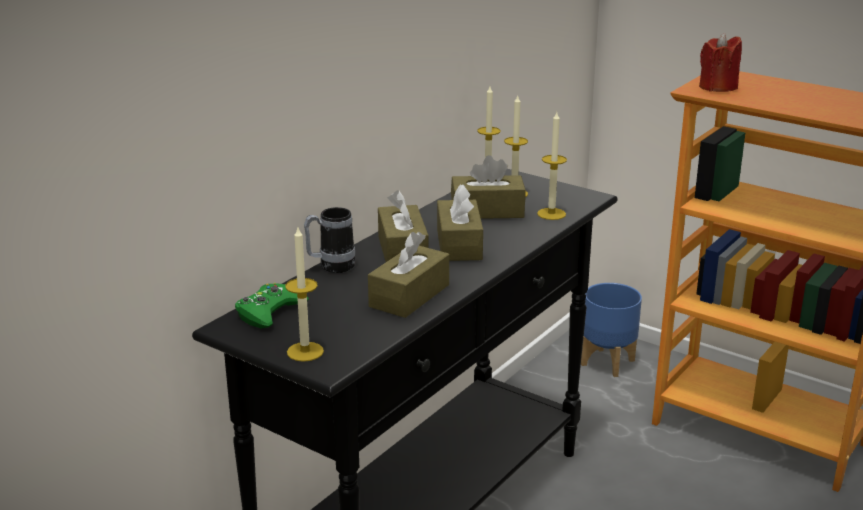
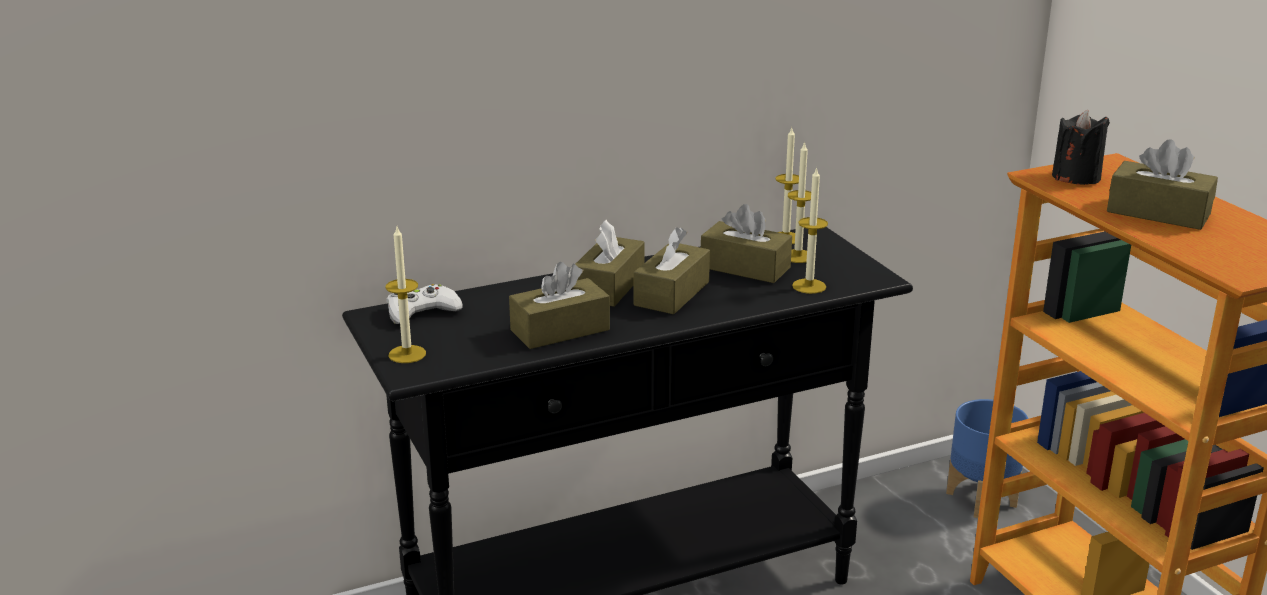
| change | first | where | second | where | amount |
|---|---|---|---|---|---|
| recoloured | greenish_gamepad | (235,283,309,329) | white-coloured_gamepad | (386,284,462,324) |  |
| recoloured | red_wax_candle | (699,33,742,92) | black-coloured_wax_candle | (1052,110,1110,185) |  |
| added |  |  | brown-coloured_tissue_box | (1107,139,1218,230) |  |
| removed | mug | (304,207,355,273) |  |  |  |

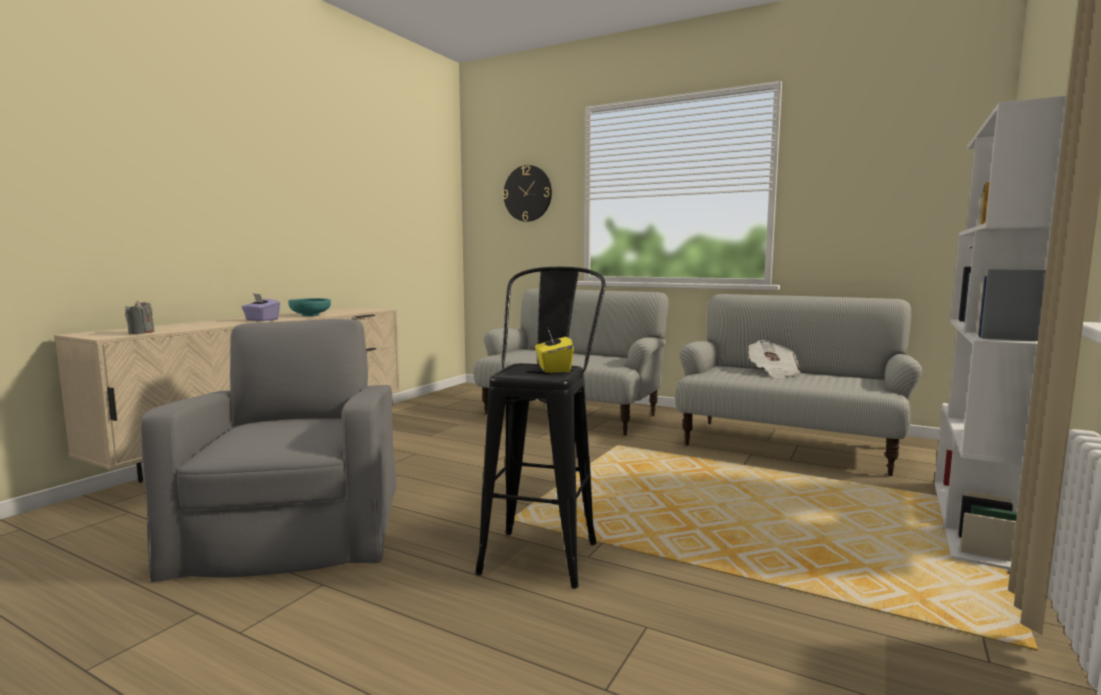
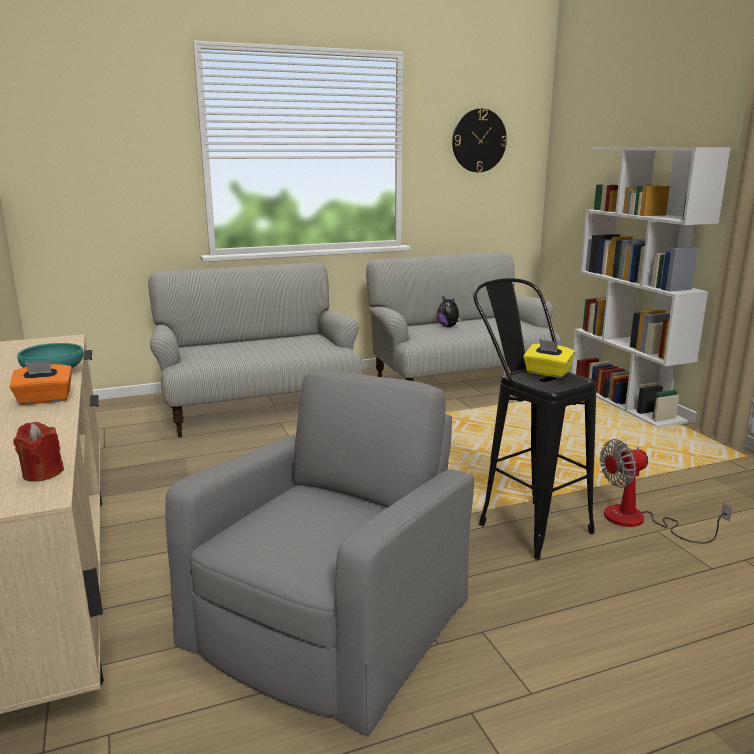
| change | first | where | second | where | amount |
|---|---|---|---|---|---|
| recoloured | purple_tissue_box | (242,293,280,321) | orange_tissue_box | (10,361,72,405) |  |
| recoloured | greyish_wax_candle | (125,300,155,334) | red_wax_candle | (13,422,64,481) |  |
| turned | greyish_lounge_chair | (141,319,397,582) |  | (165,369,474,736) | 90 degrees clockwise |
| replaced | printed_paper | (748,340,801,378) | cuddly_toy | (437,295,463,327) |  |
| moved | hanging_clock | (503,165,552,222) |  | (452,109,507,172) |  |
| added |  |  | electric_fan | (600,439,732,543) |  |

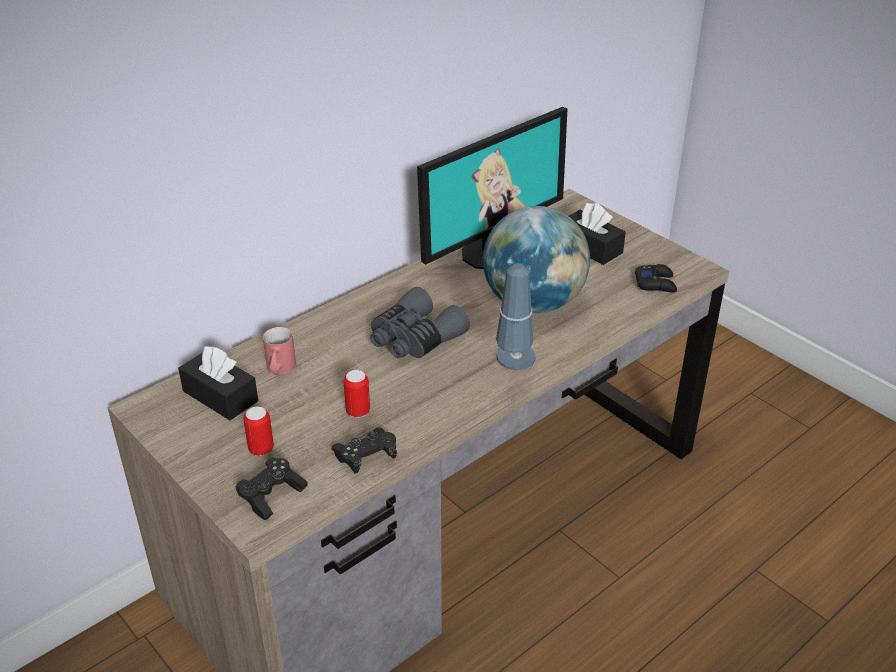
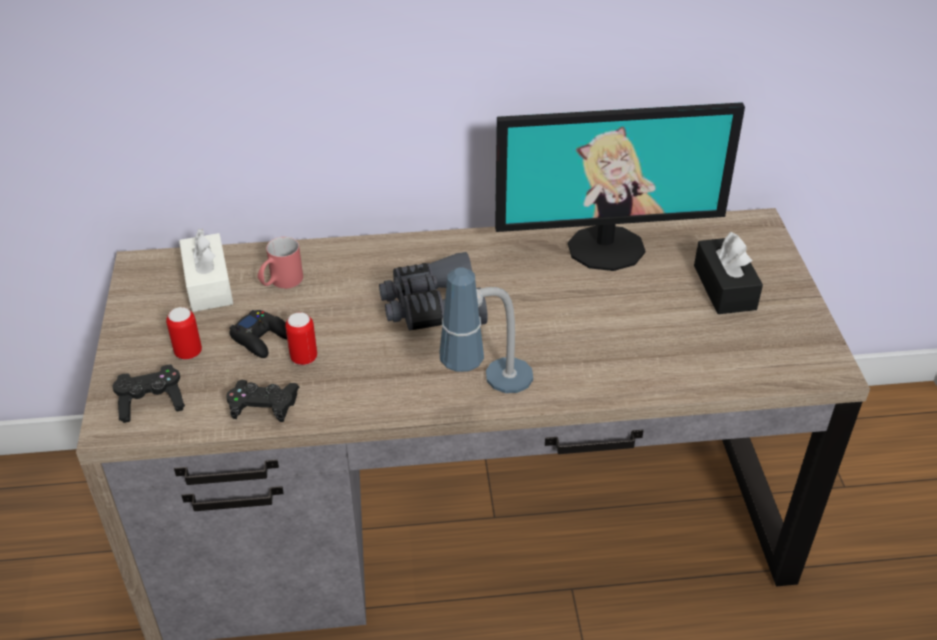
| change | first | where | second | where | amount |
|---|---|---|---|---|---|
| recoloured | black-coloured_tissue_box | (178,346,258,420) | white-coloured_tissue_box | (179,228,233,312) |  |
| moved | black-coloured_gamepad | (635,264,677,292) |  | (229,310,287,358) |  |
| removed | globe | (483,206,590,313) |  |  |  |

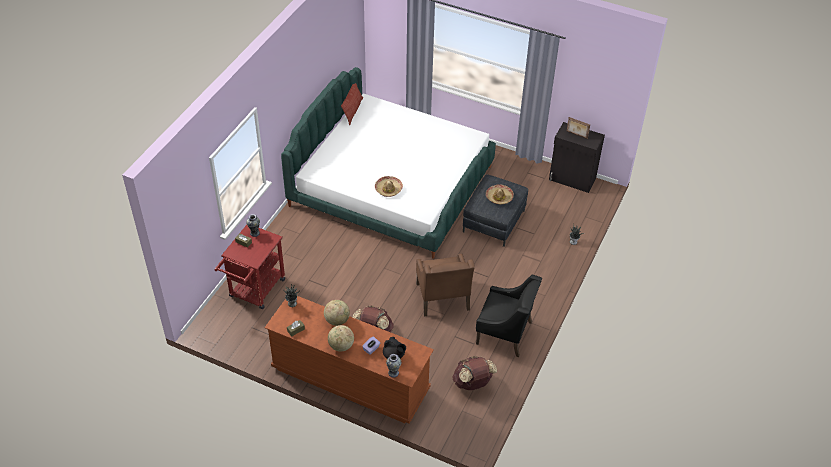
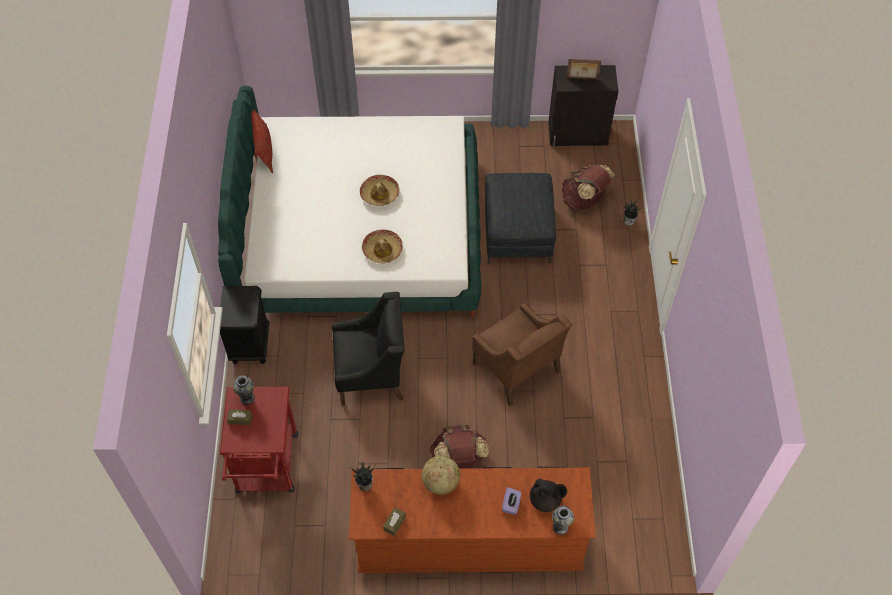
| change | first | where | second | where | amount |
|---|---|---|---|---|---|
| added |  |  | black-coloured_night_table | (220,286,269,364) |  |
| moved | black-coloured_lounge_chair | (476,275,542,357) |  | (332,292,405,406) |  |
| moved | hat | (486,185,514,204) |  | (360,175,399,206) |  |
| moved | brown-coloured_backpack | (453,356,497,390) |  | (562,165,616,210) |  |
| removed | globe | (328,325,354,352) |  |  |  |

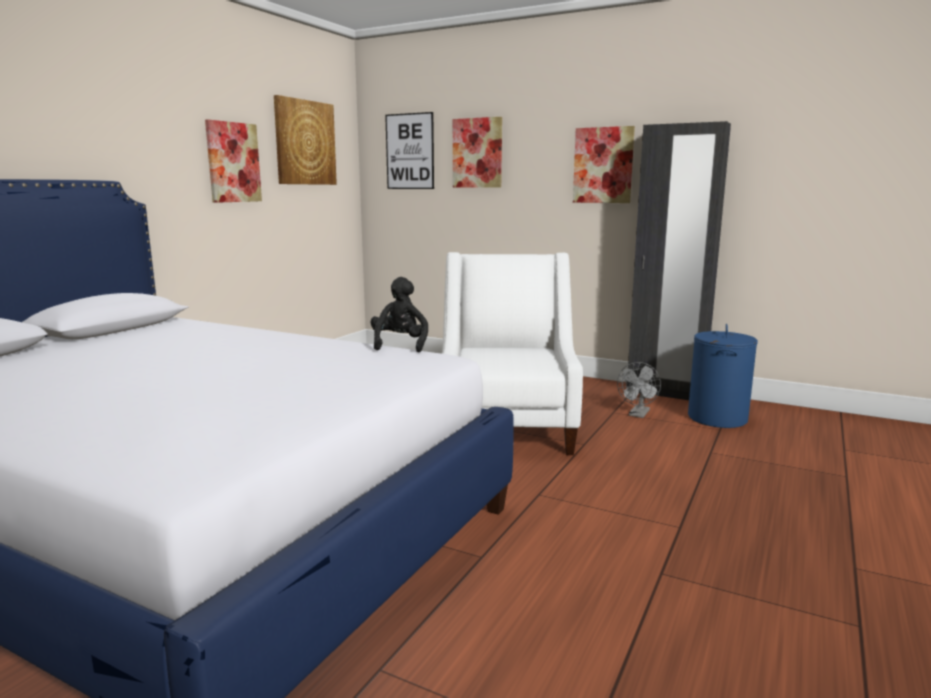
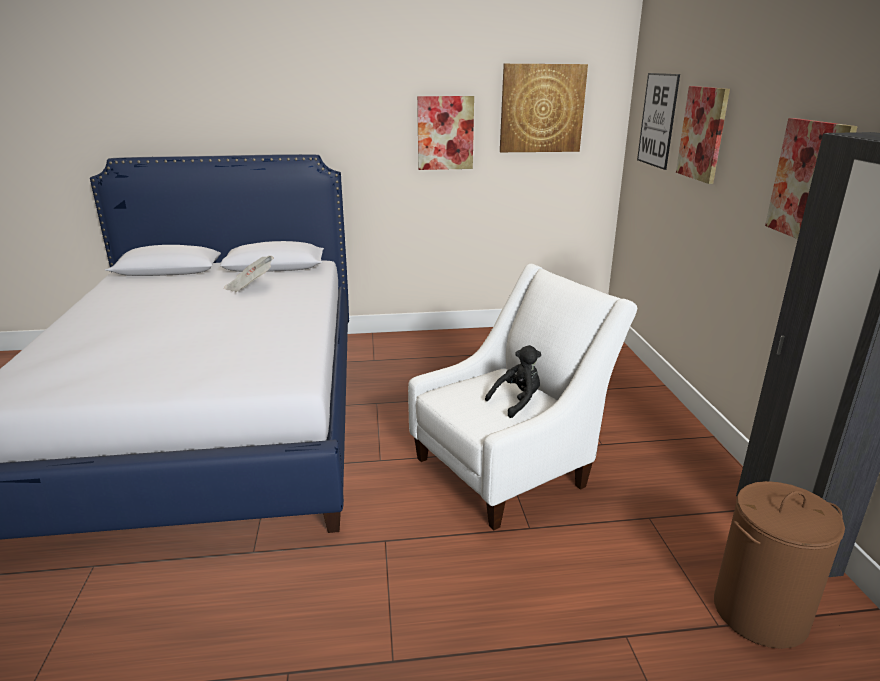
| change | first | where | second | where | amount |
|---|---|---|---|---|---|
| added |  |  | printed_paper | (224,256,274,292) |  |
| moved | black-coloured_cuddly_toy | (370,277,428,352) |  | (485,345,541,418) |  |
| recoloured | blue-coloured_hamper | (688,324,758,428) | brown-coloured_hamper | (714,481,845,649) |  |
| removed | greyish_electric_fan | (617,362,661,418) |  |  |  |

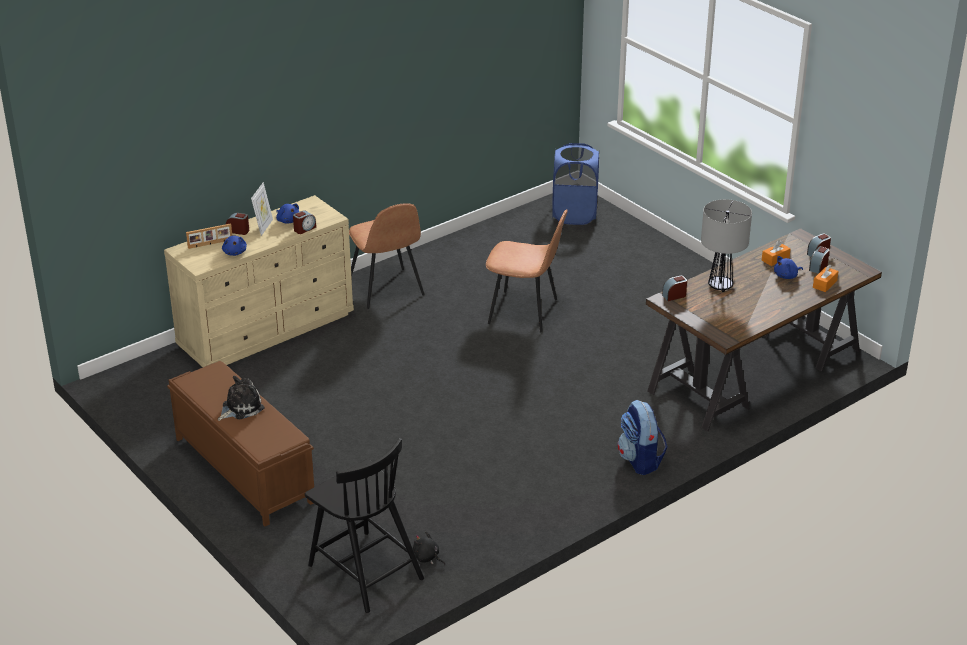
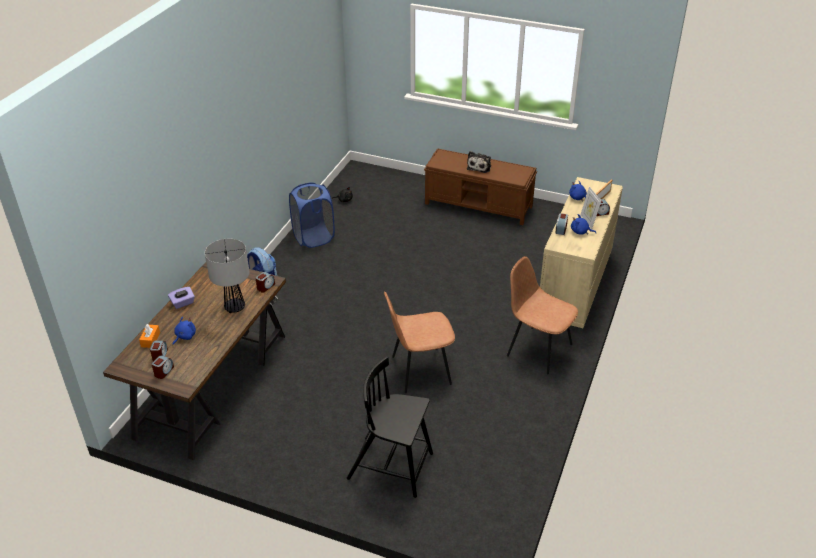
| change | first | where | second | where | amount |
|---|---|---|---|---|---|
| added |  |  | purple_tissue_box | (168,287,195,309) |  |
| moved | blue-coloured_hamper | (552,143,599,225) |  | (289,182,335,248) |  |
| moved | black-coloured_chair | (305,438,424,613) |  | (347,356,433,498) |  |
| removed | orange_tissue_box | (762,240,791,266) |  |  |  |

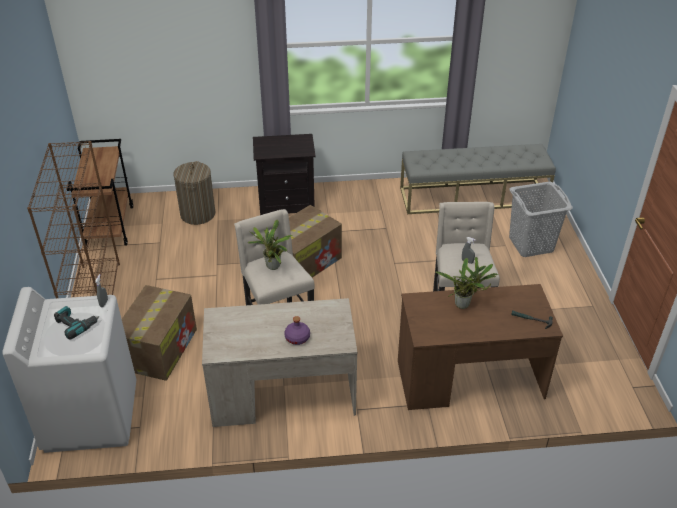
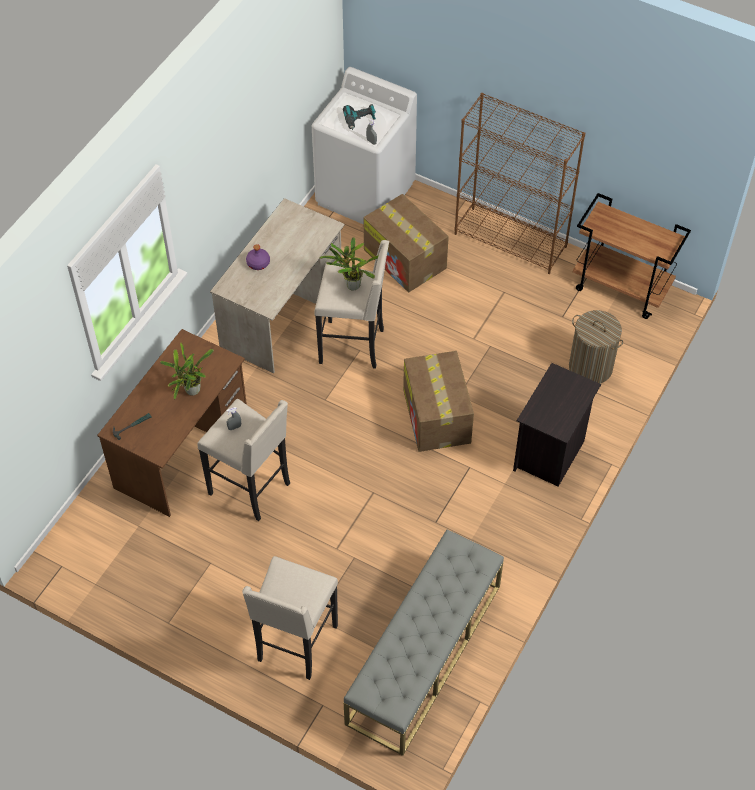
| change | first | where | second | where | amount |
|---|---|---|---|---|---|
| replaced | greyish_hamper | (509,182,573,257) | sand-coloured_stool_seat | (242,556,338,680) |  |

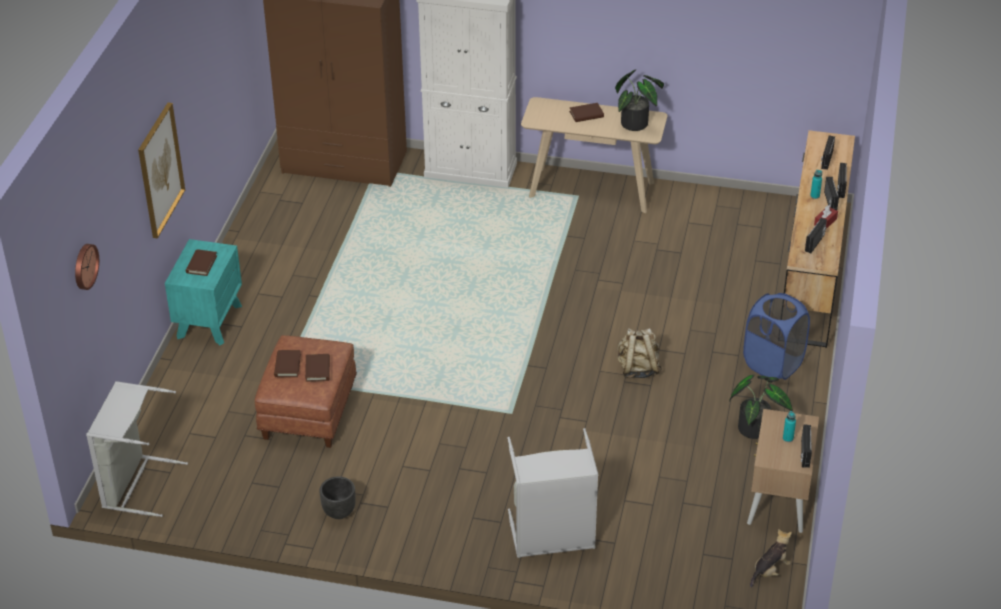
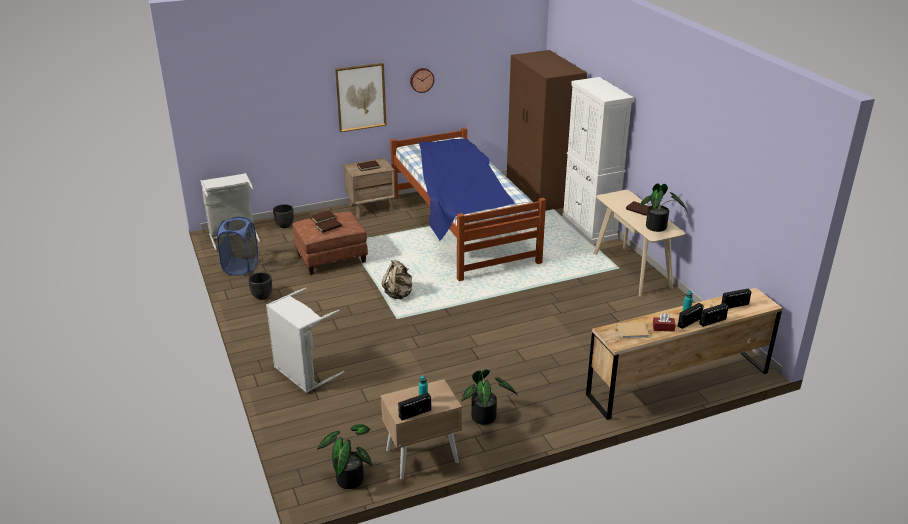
| change | first | where | second | where | amount |
|---|---|---|---|---|---|
| moved | blue-coloured_hamper | (743,293,810,380) |  | (217,217,258,276) |  |
| added |  |  | black-coloured_planter | (273,204,294,228) |  |
| replaced | cuddly_toy | (750,529,792,587) | houseplant | (317,424,372,489) |  |
| recoloured | turquoise-coloured_night_table | (165,239,242,345) | brown-coloured_night_table | (344,158,395,217) |  |
| moved | sand-coloured_backpack | (617,328,662,378) |  | (382,260,412,299) |  |
| added |  |  | bed | (390,128,546,281) |  |
| moved | hanging_clock | (75,244,99,290) |  | (410,68,434,93) |  |
| replaced | radio_receiver | (805,218,827,253) | sand-coloured_volume | (617,322,649,339) |  |

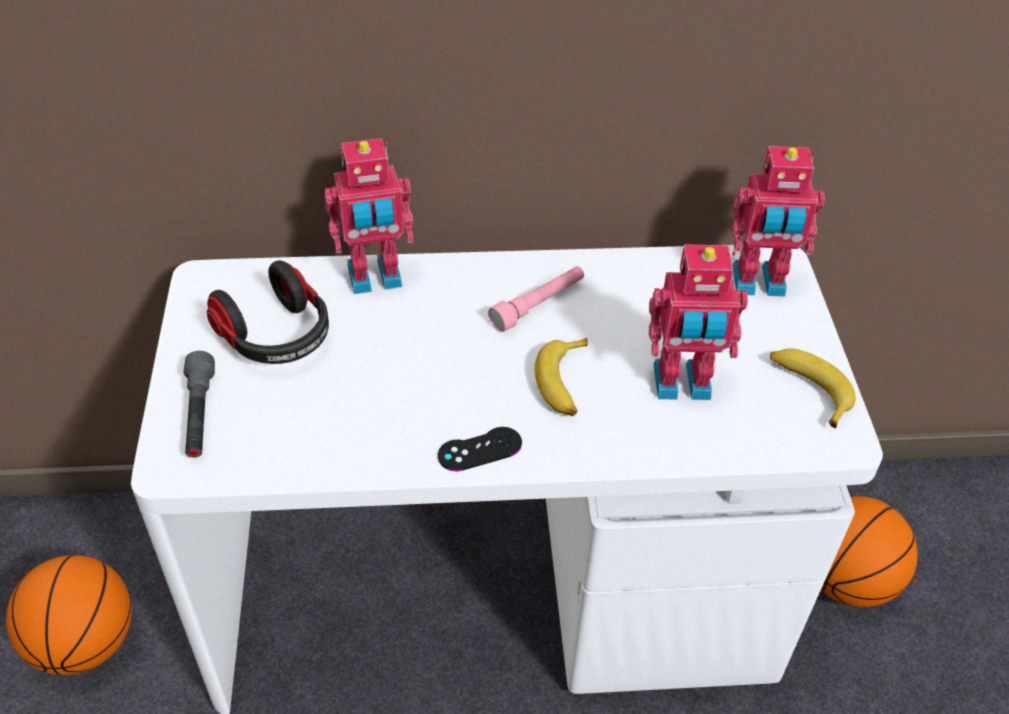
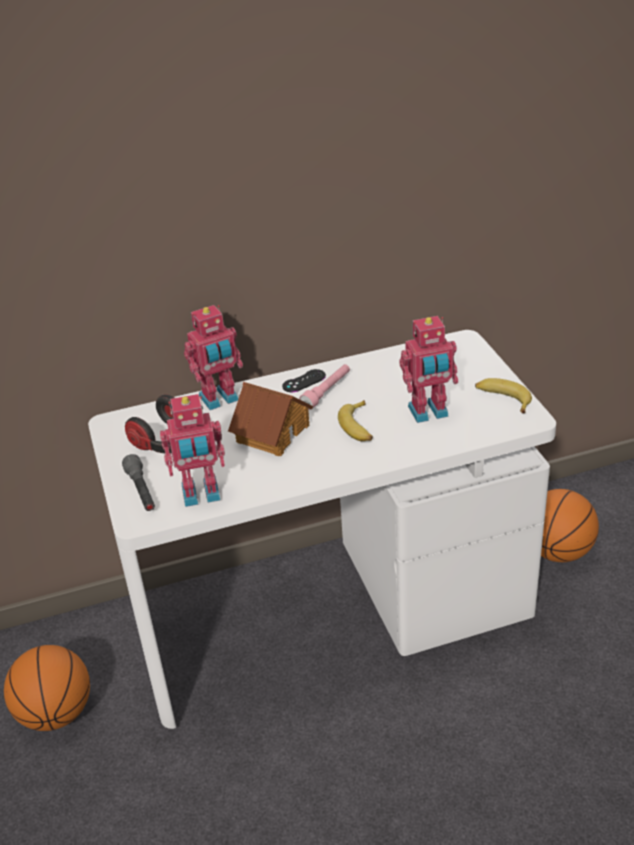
| change | first | where | second | where | amount |
|---|---|---|---|---|---|
| moved | robot_figure | (732,146,825,297) |  | (160,394,225,507) |  |
| added |  |  | model_house | (228,382,313,456) |  |
| moved | black-coloured_gamepad | (438,427,522,471) |  | (282,369,326,392) |  |

